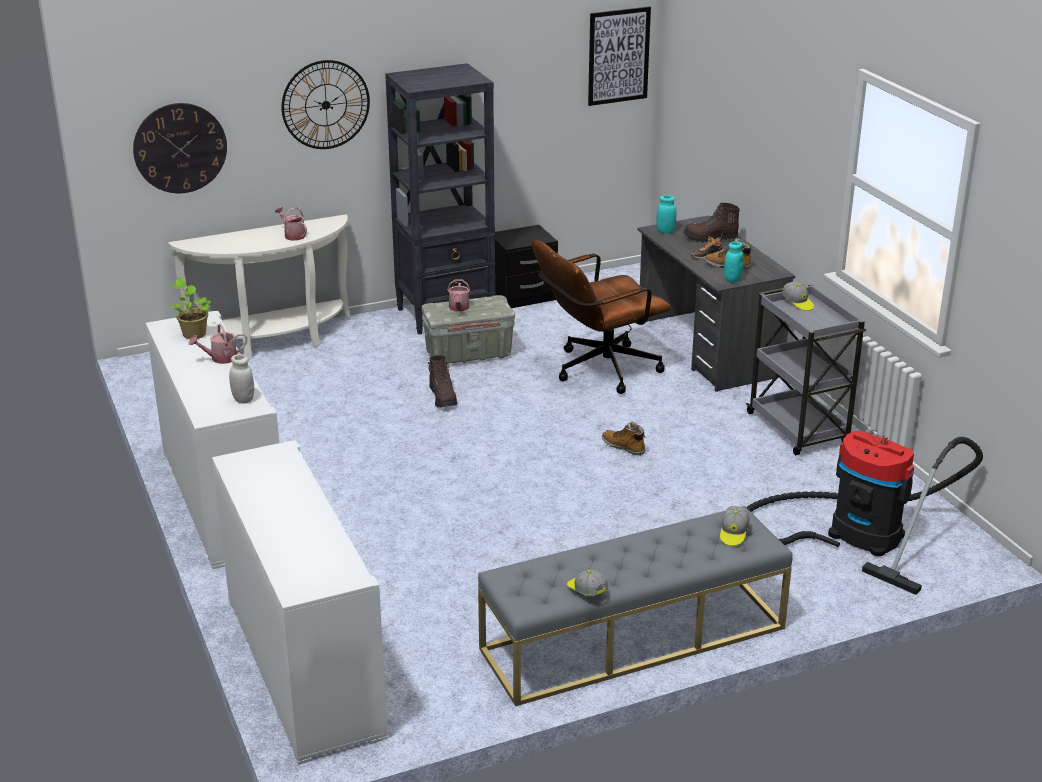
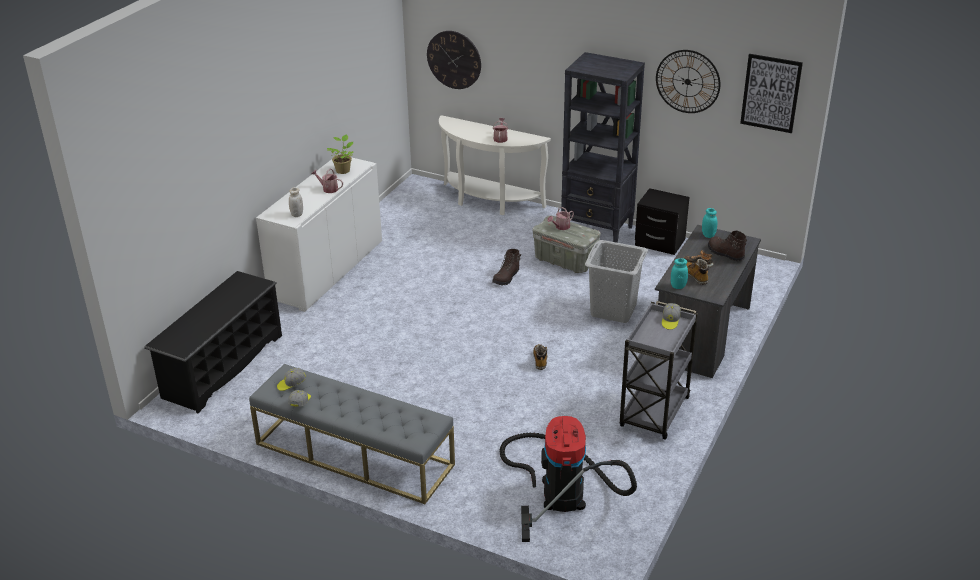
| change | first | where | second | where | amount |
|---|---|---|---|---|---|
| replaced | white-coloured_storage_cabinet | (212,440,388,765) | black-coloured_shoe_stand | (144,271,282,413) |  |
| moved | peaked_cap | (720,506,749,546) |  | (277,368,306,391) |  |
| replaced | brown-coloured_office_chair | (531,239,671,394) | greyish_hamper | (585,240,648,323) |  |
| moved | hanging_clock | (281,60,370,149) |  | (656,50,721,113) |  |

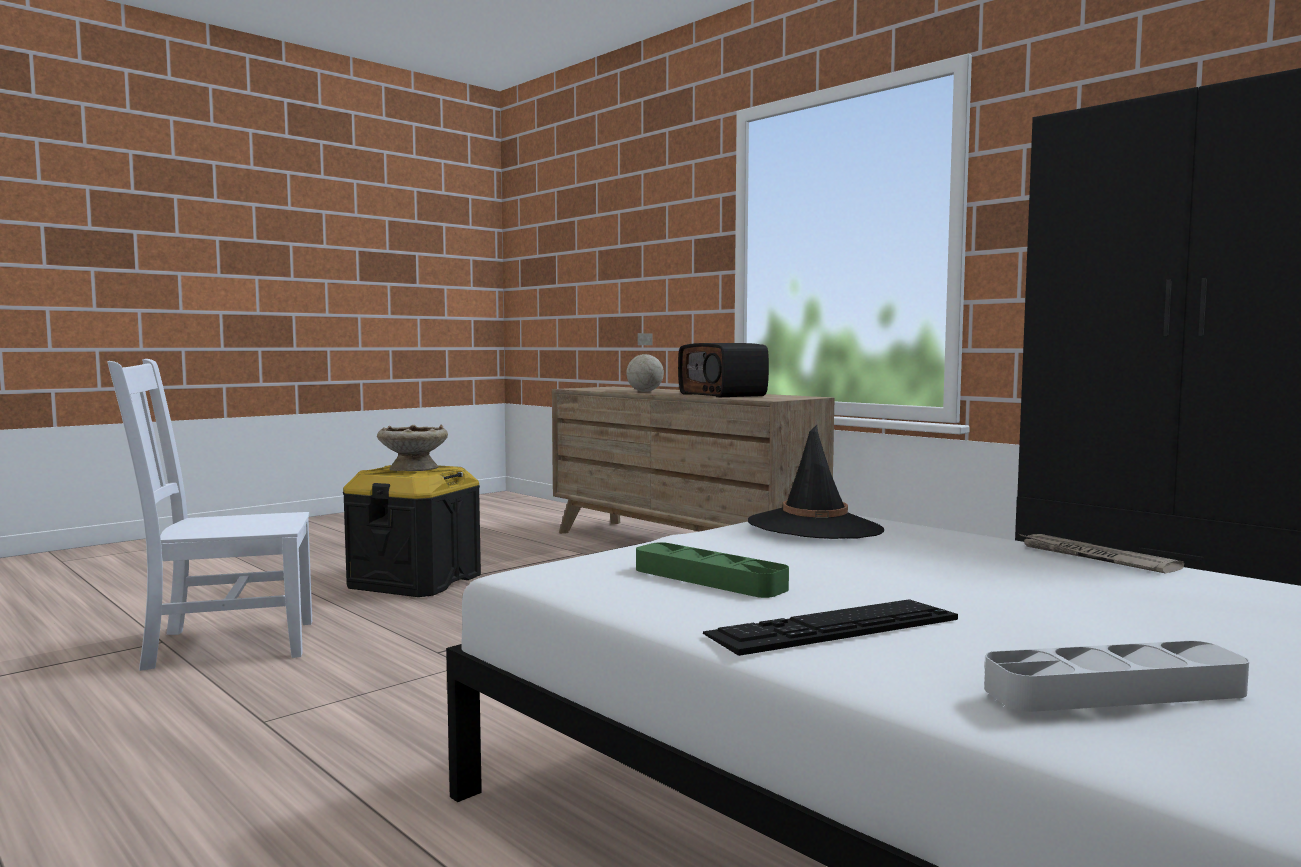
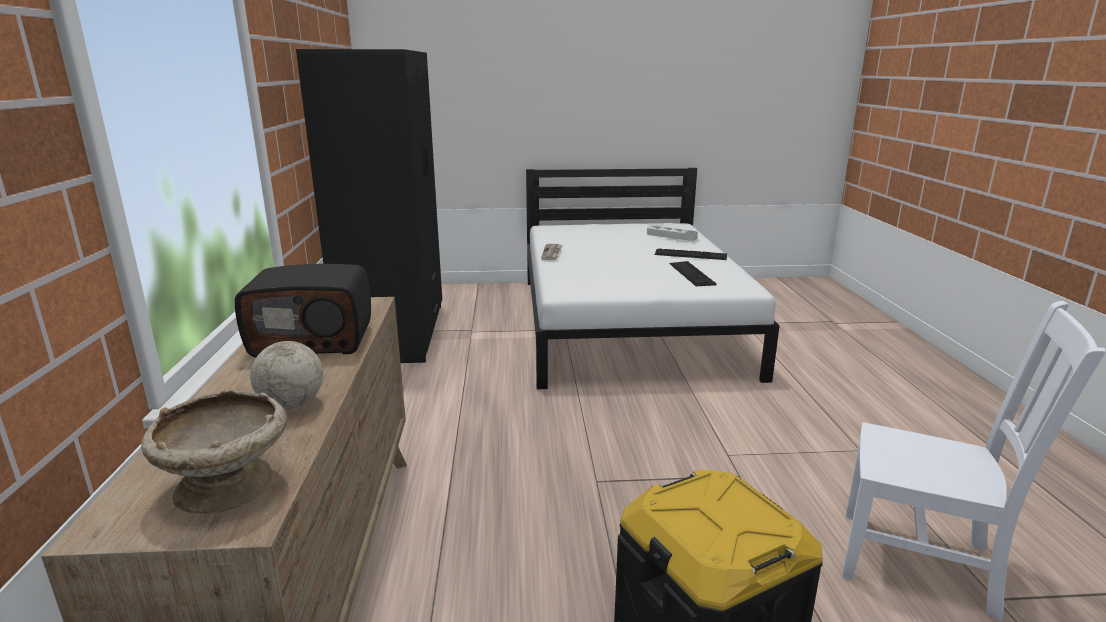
| change | first | where | second | where | amount |
|---|---|---|---|---|---|
| moved | sand-coloured_bowl | (377,425,448,471) |  | (141,389,288,514) |  |
| turned | radio_receiver | (678,343,769,397) |  | (235,264,371,357) | 75 degrees clockwise |
| replaced | greenish_serving_tray | (636,542,789,598) | computer_keyboard | (669,261,717,286) |  |
| removed | black-coloured_hat | (748,425,884,539) |  |  |  |

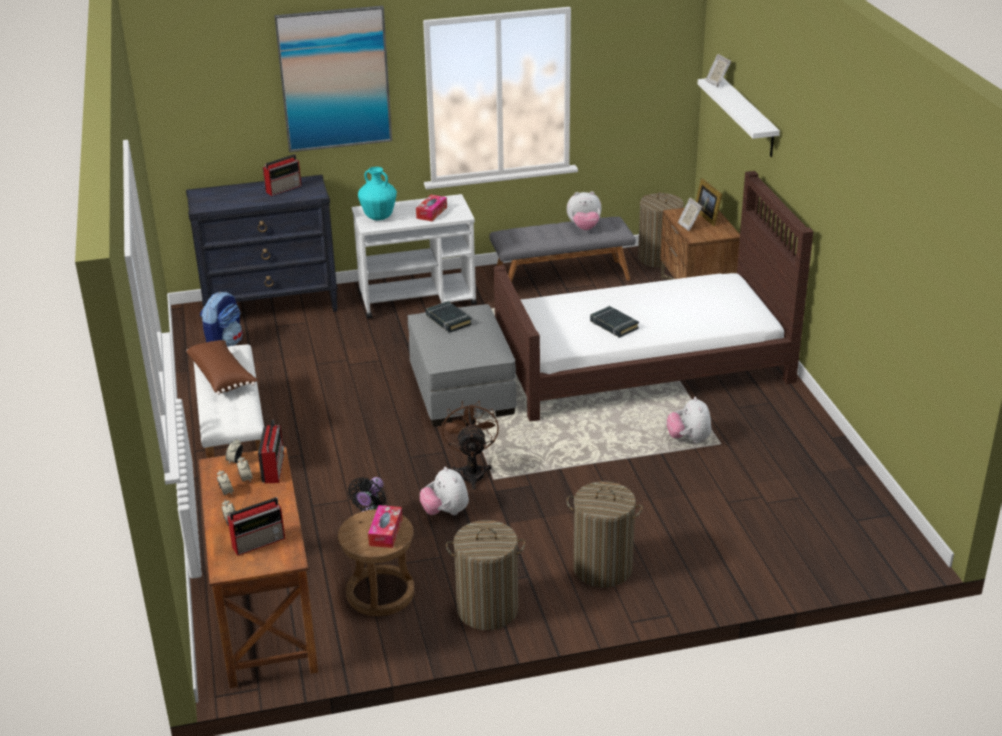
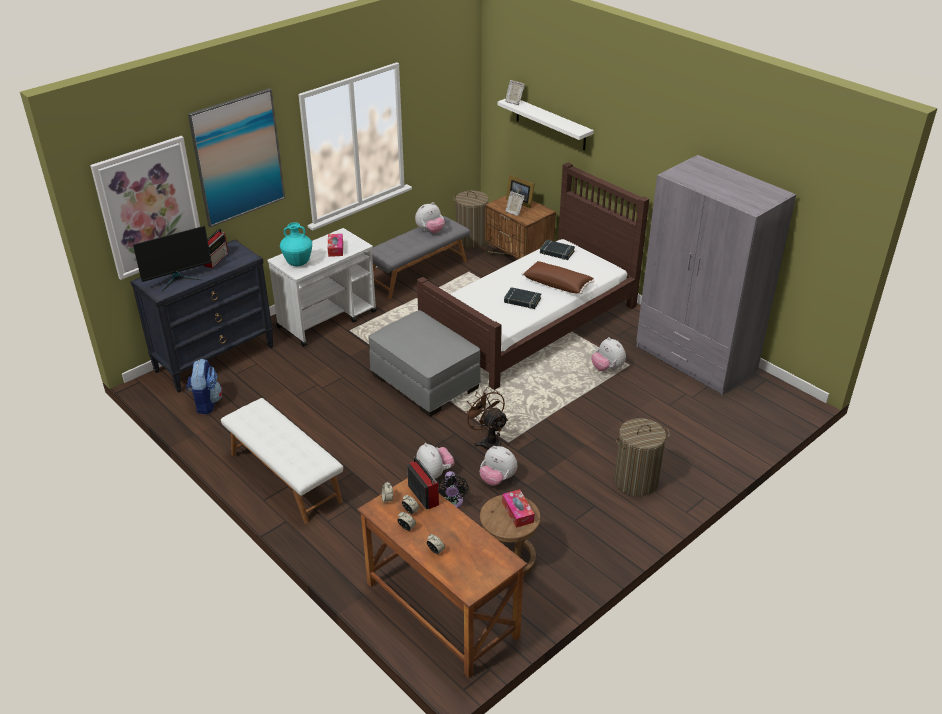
| change | first | where | second | where | amount |
|---|---|---|---|---|---|
| added |  |  | picture | (90,136,200,280) |  |
| added |  |  | monitor | (133,226,212,292) |  |
| added |  |  | cuddly_toy | (416,443,454,479) |  |
| moved | brown-coloured_cushion | (186,340,257,395) |  | (522,261,594,294) |  |
| moved | black-coloured_volume | (426,301,472,333) |  | (540,240,575,260) |  |
| added |  |  | greyish_clothes_cupboard | (636,155,796,395) |  |
| removed | radio_receiver | (227,497,285,556) |  |  |  |
| removed | hamper | (446,520,525,630) |  |  |  |

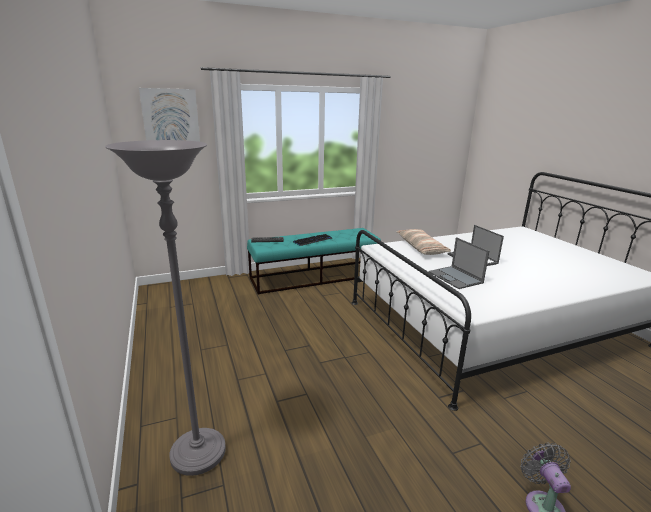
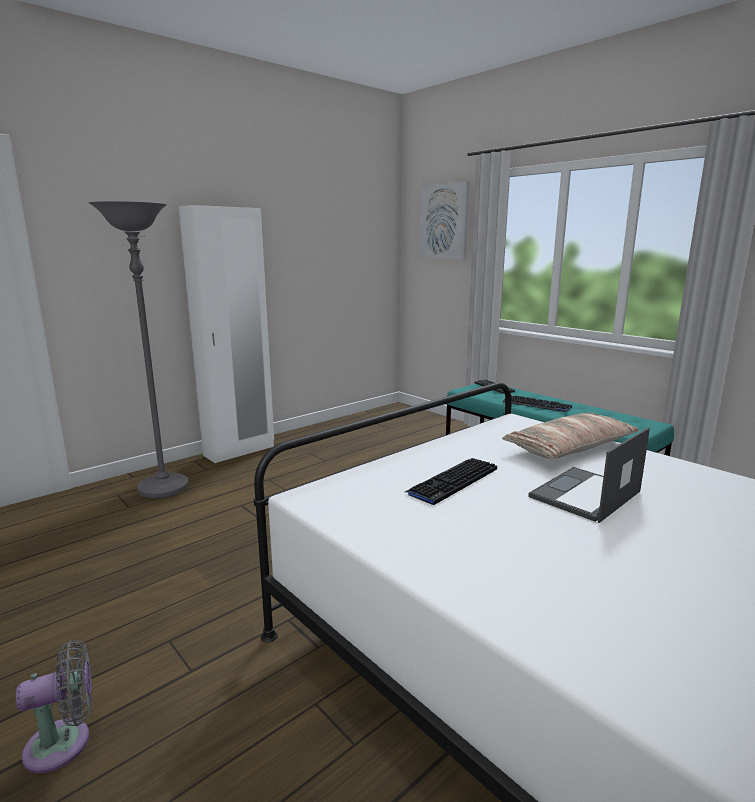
| change | first | where | second | where | amount |
|---|---|---|---|---|---|
| added |  |  | white-coloured_clothes_cupboard | (178,205,274,463) |  |
| replaced | laptop | (428,237,489,289) | computer_keyboard | (405,458,497,506) |  |

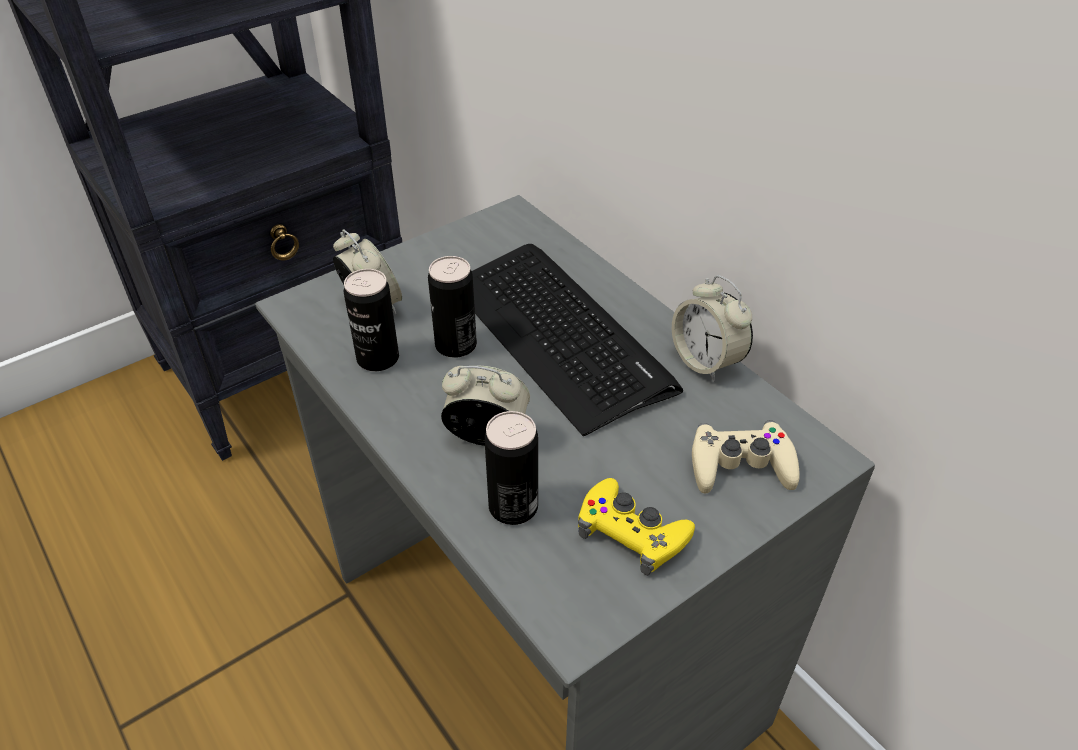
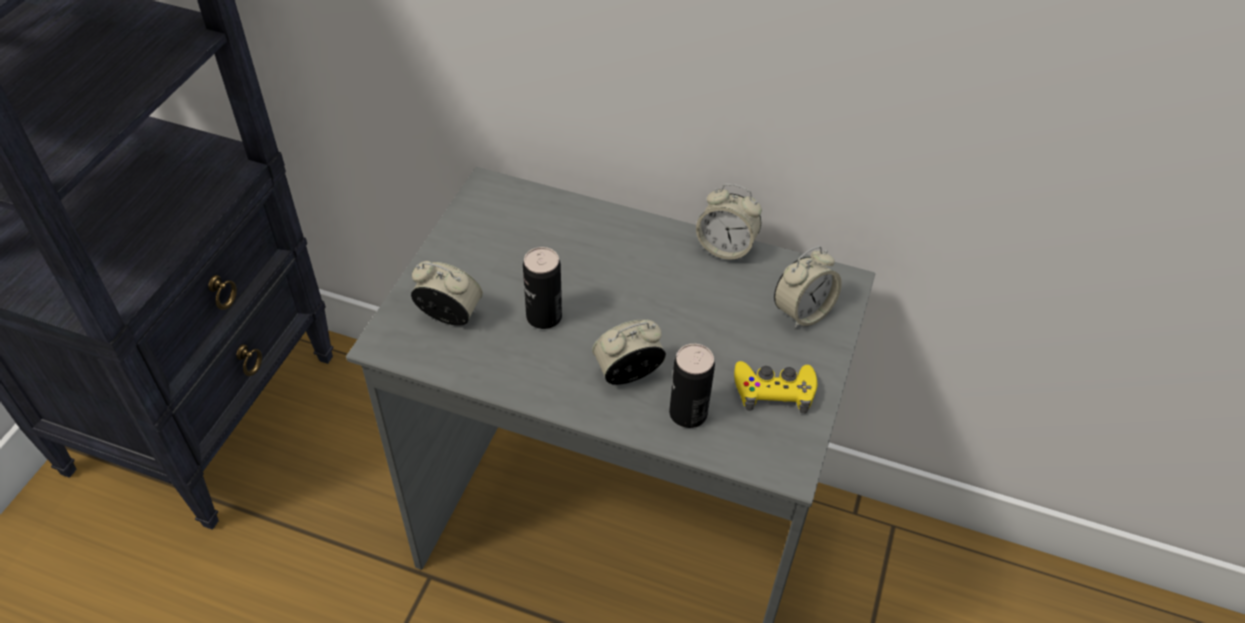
| change | first | where | second | where | amount |
|---|---|---|---|---|---|
| replaced | sand-coloured_gamepad | (692,421,800,494) | table_clock | (774,246,842,330) |  |
| removed | metal_can | (344,269,399,371) |  |  |  |
| removed | computer_keyboard | (472,244,683,436) |  |  |  |

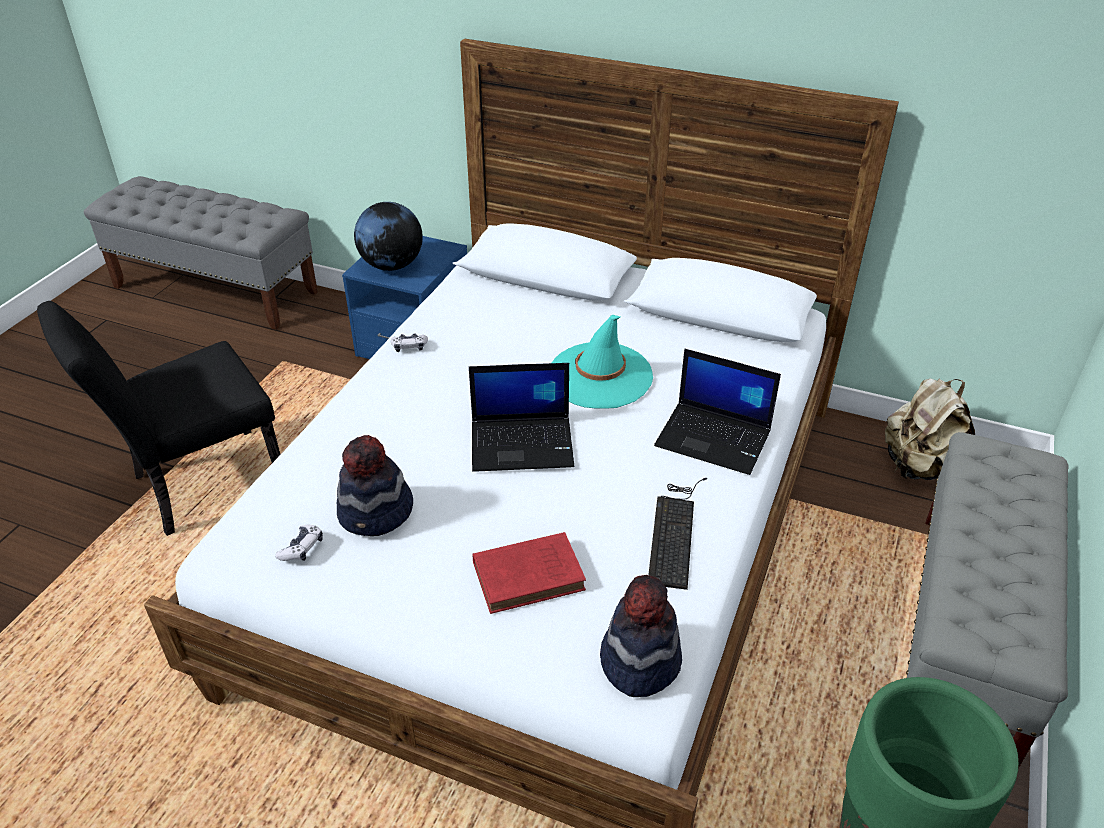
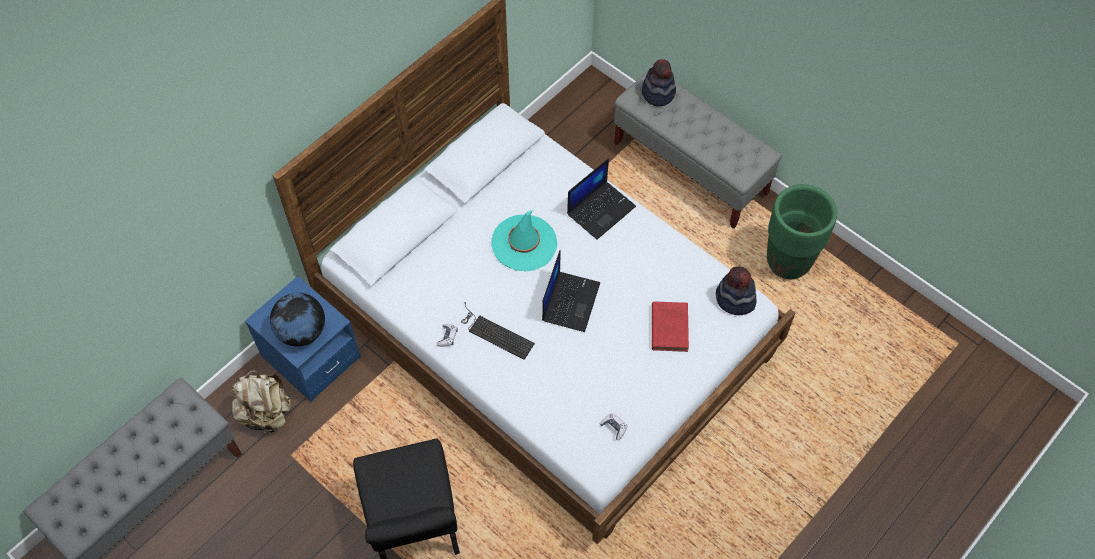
| change | first | where | second | where | amount |
|---|---|---|---|---|---|
| moved | sand-coloured_backpack | (885,378,975,480) |  | (232,370,291,435) |  |
| moved | computer_keyboard | (648,478,707,590) |  | (461,302,535,360) |  |
| moved | hat | (337,435,413,536) |  | (642,59,676,106) |  |

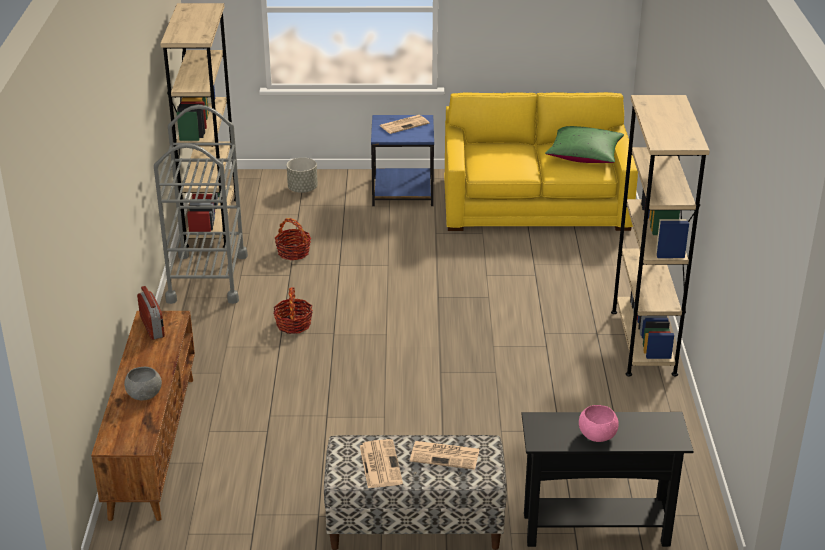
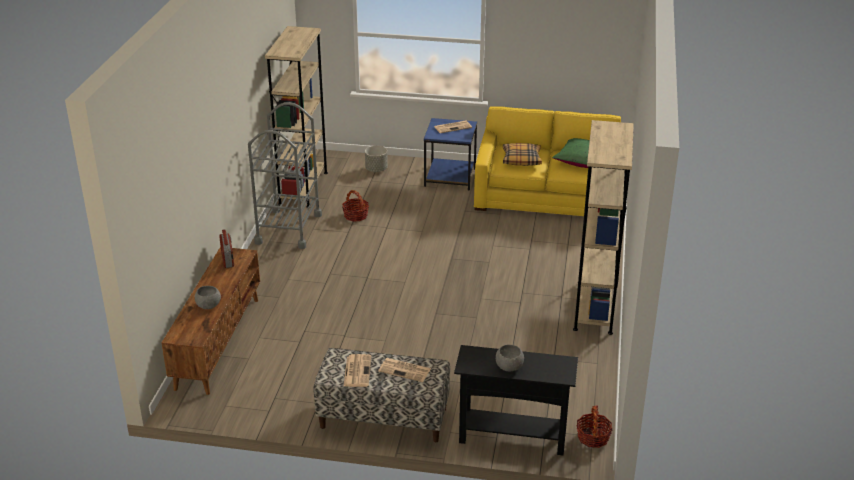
| change | first | where | second | where | amount |
|---|---|---|---|---|---|
| recoloured | pinkish_bowl | (579,405,619,442) | greyish_bowl | (496,345,524,372) |  |
| added |  |  | cushion | (503,143,542,166) |  |
| moved | storage_basket | (273,287,313,334) |  | (576,405,612,448) |  |

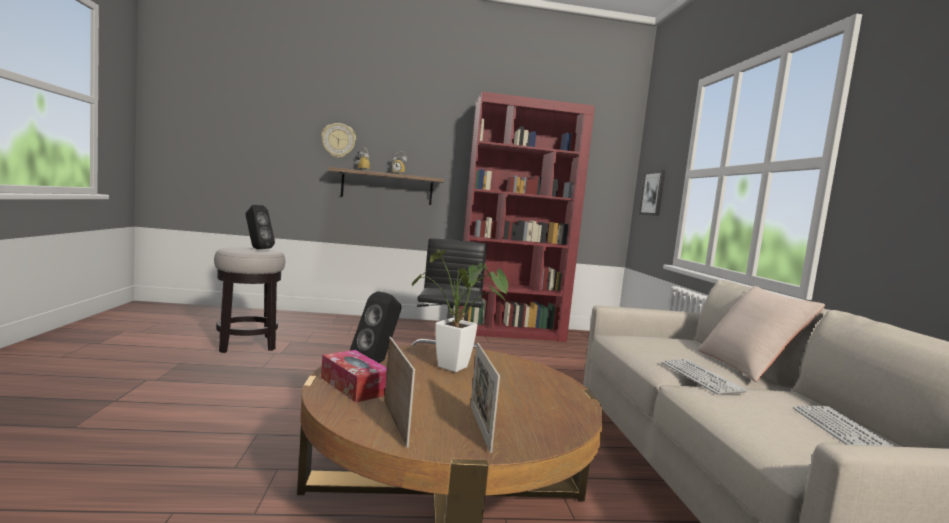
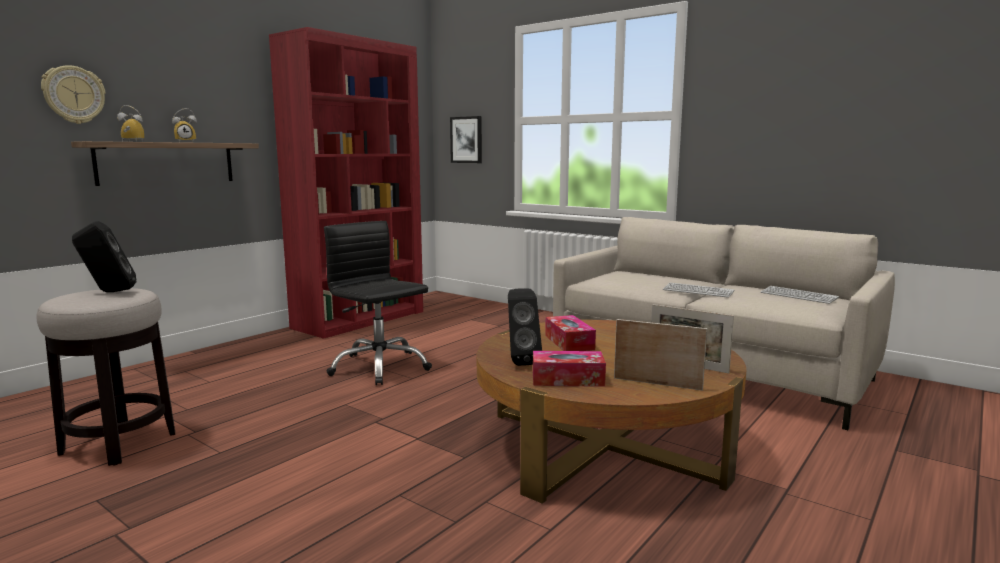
| change | first | where | second | where | amount |
|---|---|---|---|---|---|
| replaced | houseplant | (412,249,508,372) | tissue_box | (545,315,596,351) |  |
| removed | sand-coloured_cushion | (698,286,825,382) |  |  |  |

